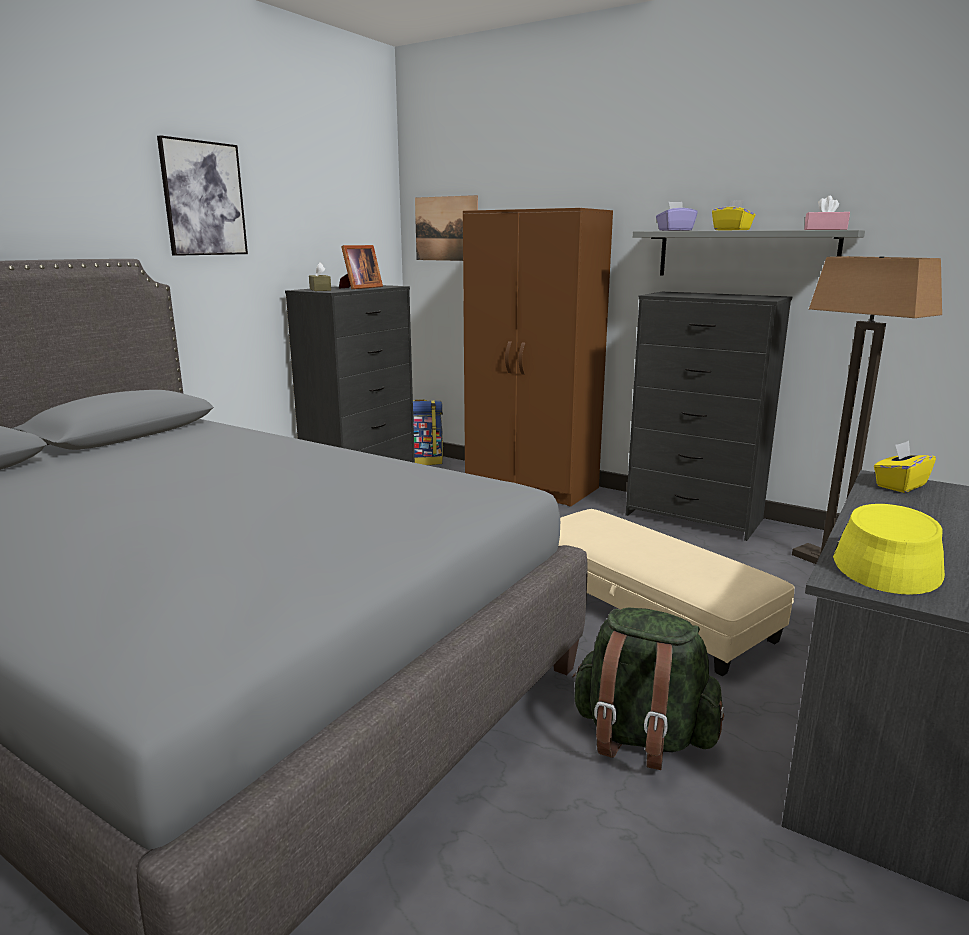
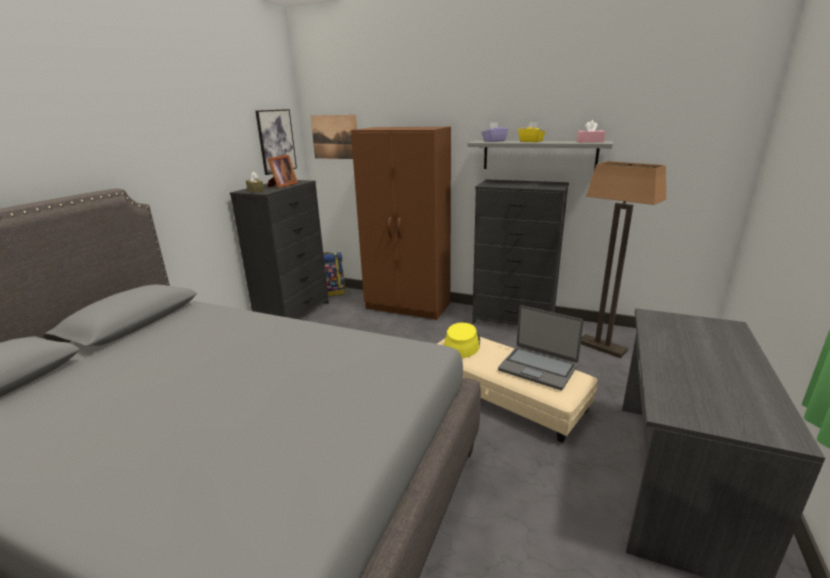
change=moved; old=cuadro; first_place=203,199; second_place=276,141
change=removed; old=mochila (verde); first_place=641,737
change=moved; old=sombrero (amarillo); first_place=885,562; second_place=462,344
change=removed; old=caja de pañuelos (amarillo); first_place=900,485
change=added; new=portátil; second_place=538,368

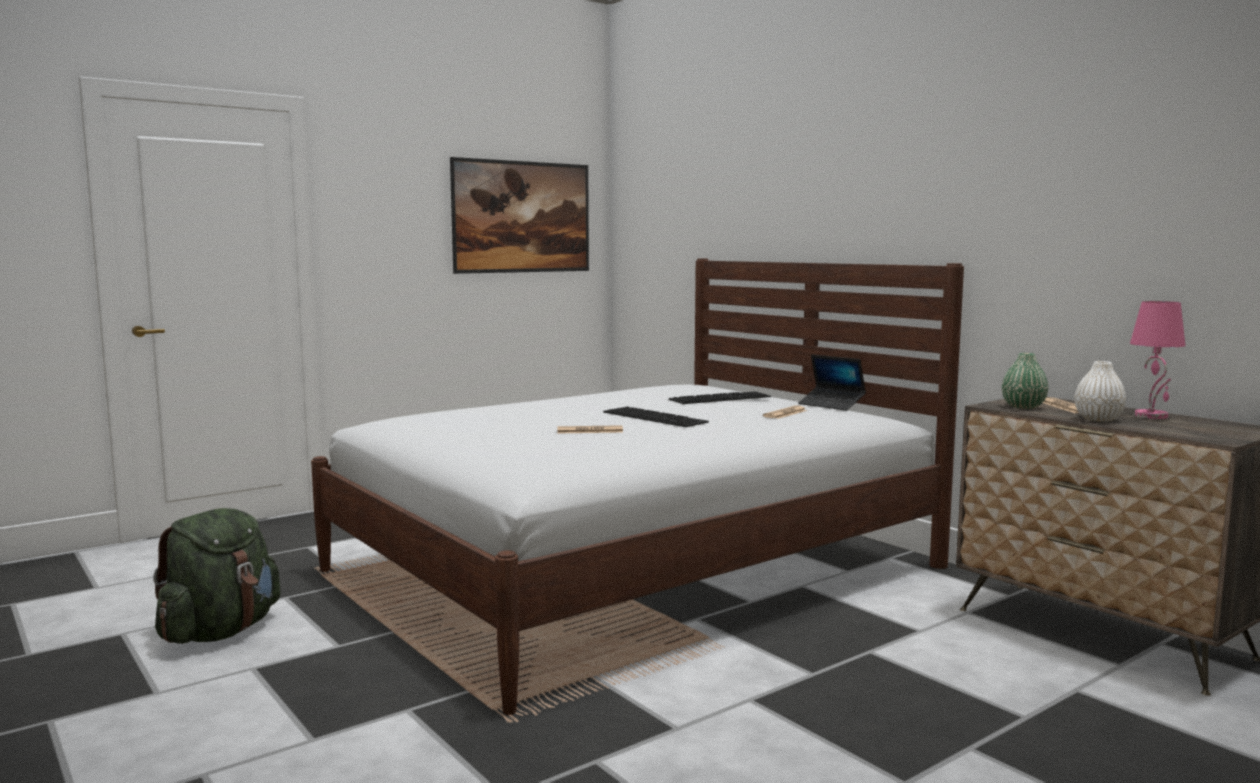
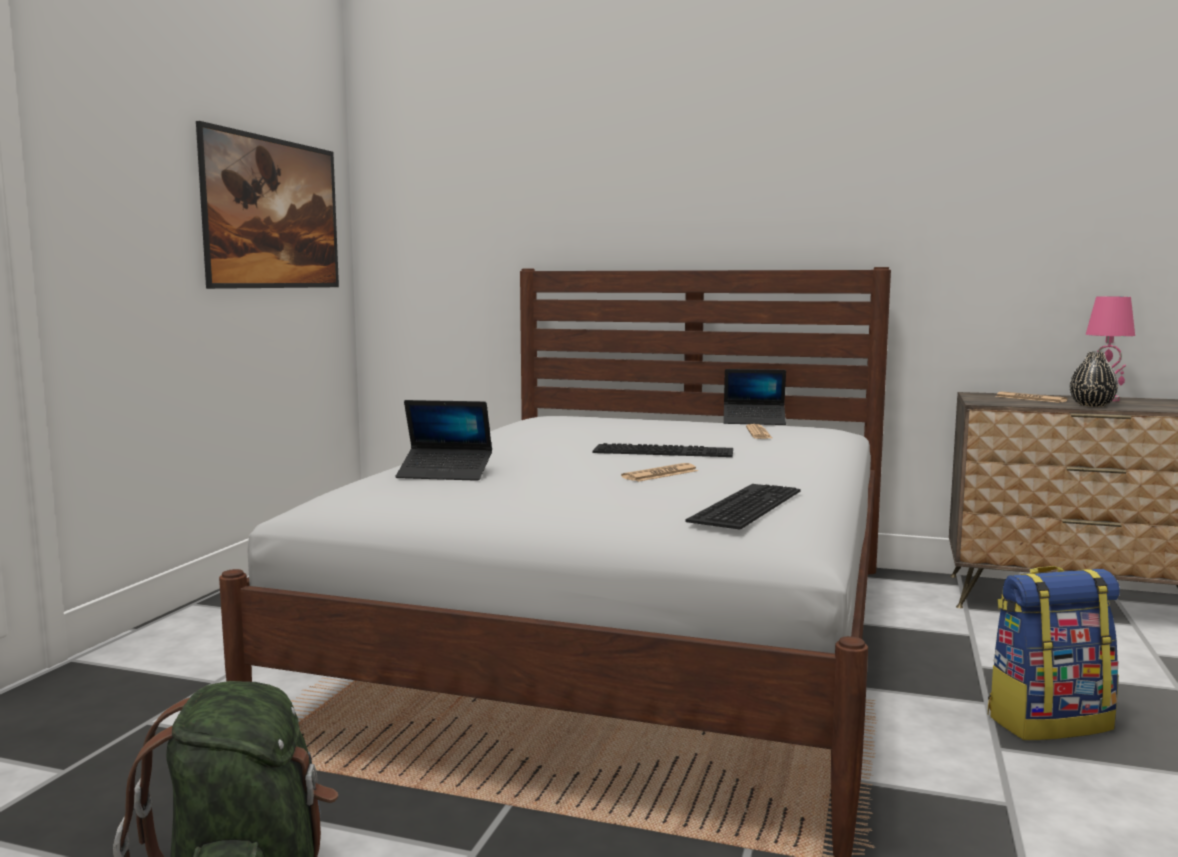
change=moved; old=teclado; first_place=720,397; second_place=744,504
change=removed; old=florero (verde); first_place=1023,407
change=recoloured; old=florero (blanco); new=florero (negro); first_place=1098,419; second_place=1091,405
change=added; new=portátil; second_place=445,474
change=added; new=mochila; second_place=1048,721

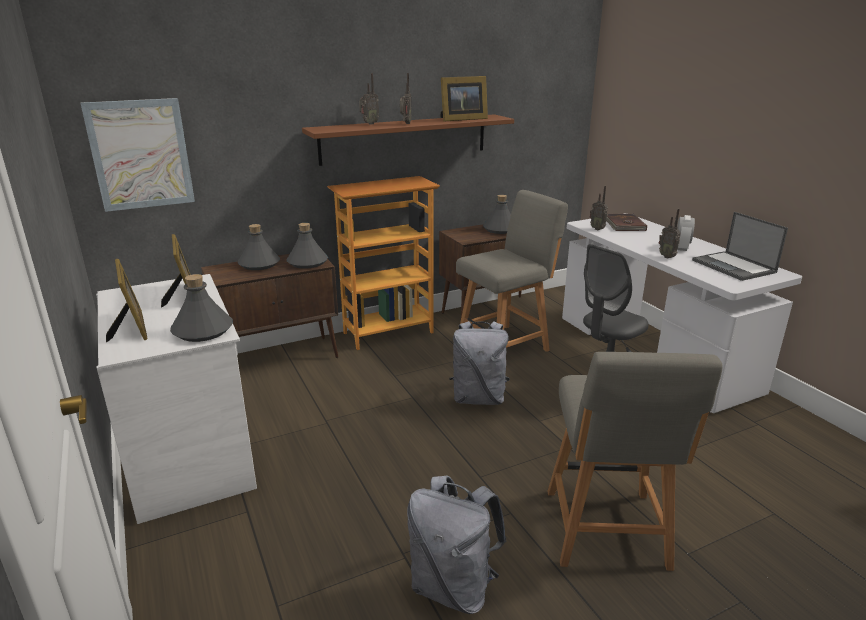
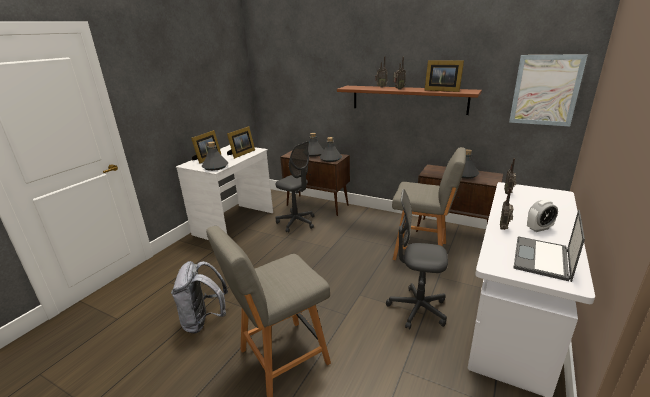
change=moved; old=cuadro; first_place=141,154; second_place=545,90
change=removed; old=estantería; first_place=388,332
change=removed; old=mochila (gris); first_place=478,398
change=removed; old=libro (marrón); first_place=624,224
change=added; new=silla de oficina (gris); second_place=296,222

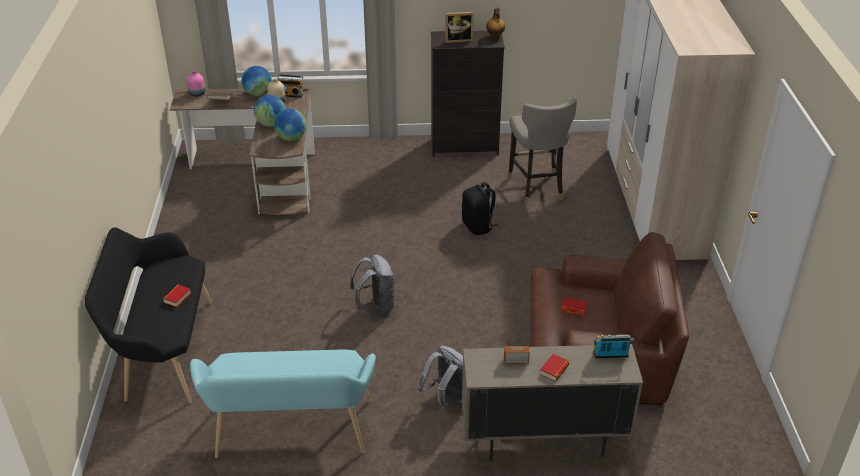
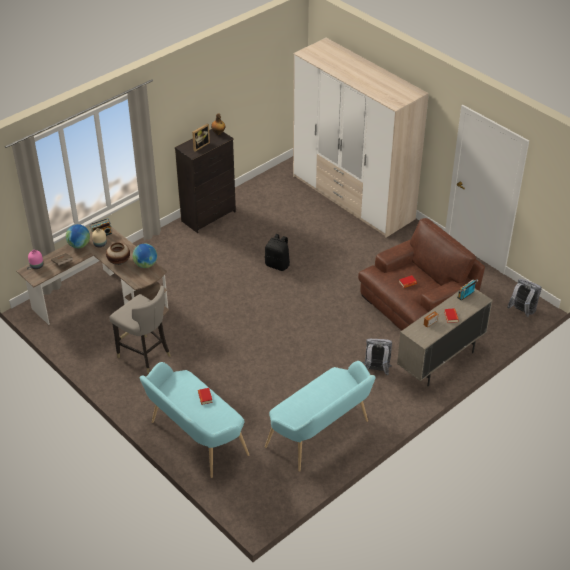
change=recoloured; old=banco (negro); new=banco (turquesa); first_place=163,351; second_place=194,440
change=replaced; old=globo terráqueo; new=florero; first_place=271,124; second_place=119,261
change=moved; old=mochila (gris); first_place=375,306; second_place=522,311
change=moved; old=taburete (gris); first_place=537,188; second_place=145,355

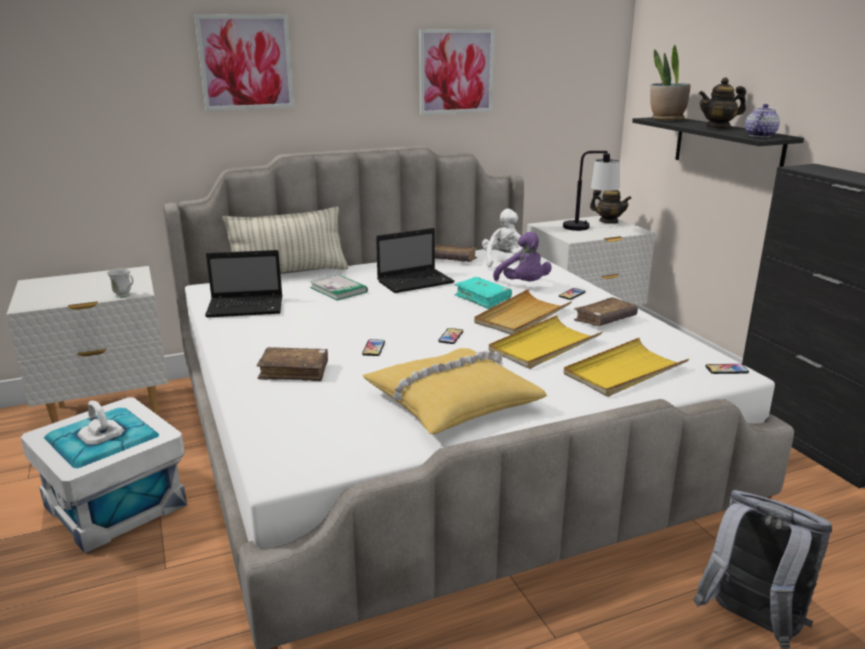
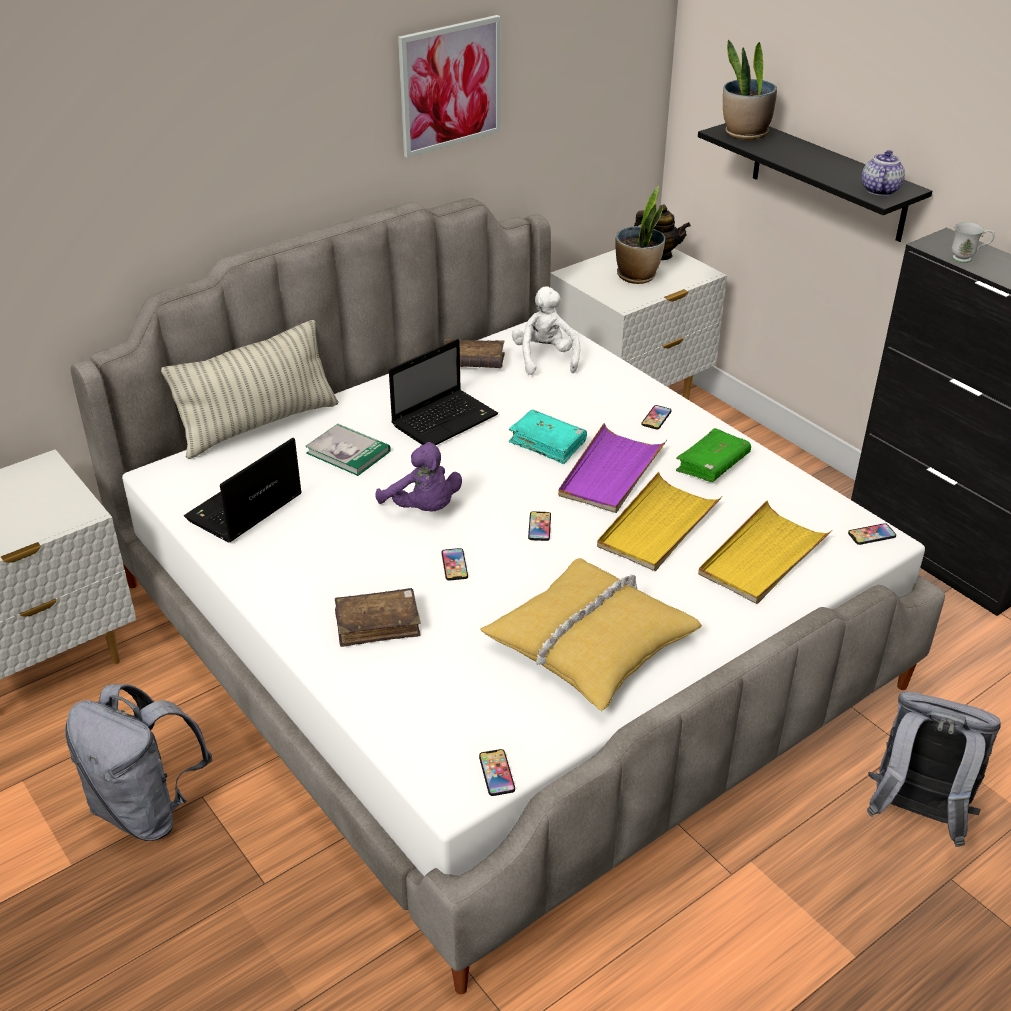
change=replaced; old=caja de almacenaje (blanco); new=mochila (gris); first_place=116,505; second_place=148,809
change=moved; old=taza grande (blanco); first_place=125,296; second_place=967,259
change=removed; old=cuadro; first_place=245,62
change=turned; old=portátil; first_place=247,307; second_place=243,509; degrees=150
change=recoloured; old=bandeja (beis); new=bandeja (morado); first_place=522,316; second_place=611,473
change=moved; old=peluche (morado); first_place=523,285; second_place=423,509
change=replaced; old=lámpara de mesa; new=planta en maceta; first_place=588,229; second_place=637,276
change=recoloured; old=libro (marrón); new=libro (verde); first_place=605,320; second_place=712,464
change=removed; old=tetera; first_place=718,127
change=added; new=móvil; second_place=496,773

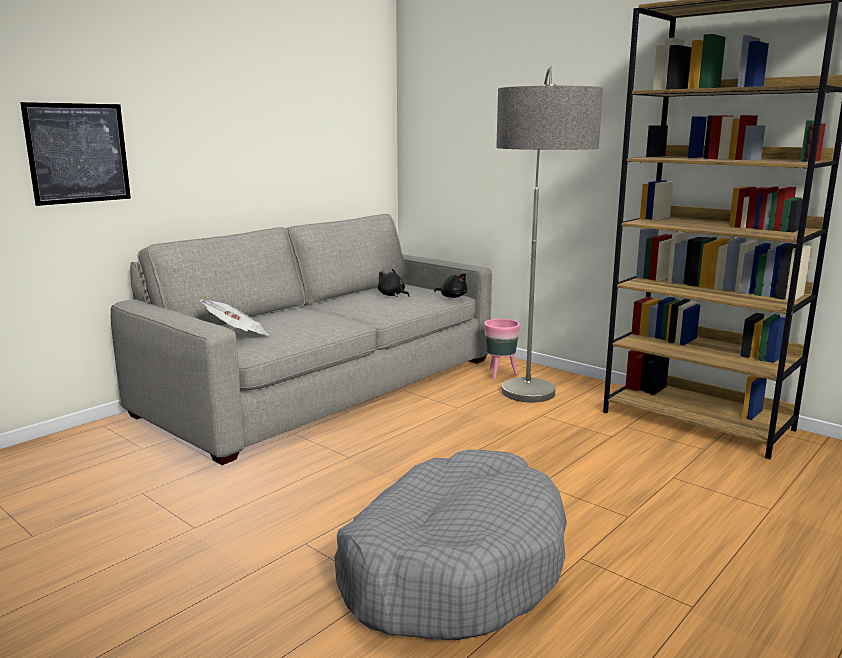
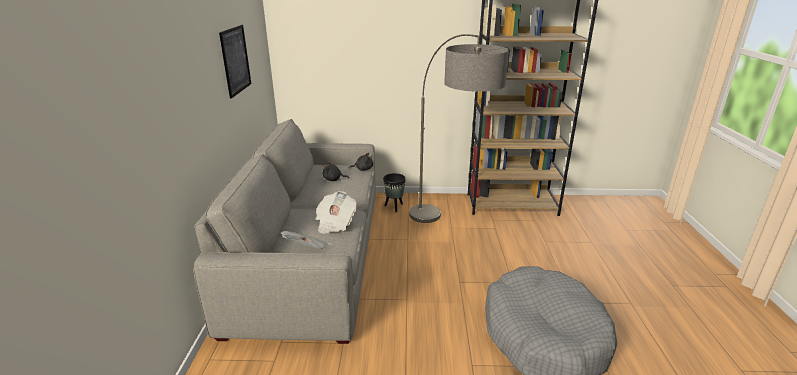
change=moved; old=cuadro; first_place=78,153; second_place=235,60
change=recoloured; old=maceta (rosa); new=maceta (negro); first_place=500,374; second_place=394,207
change=added; new=periódico; second_place=335,223

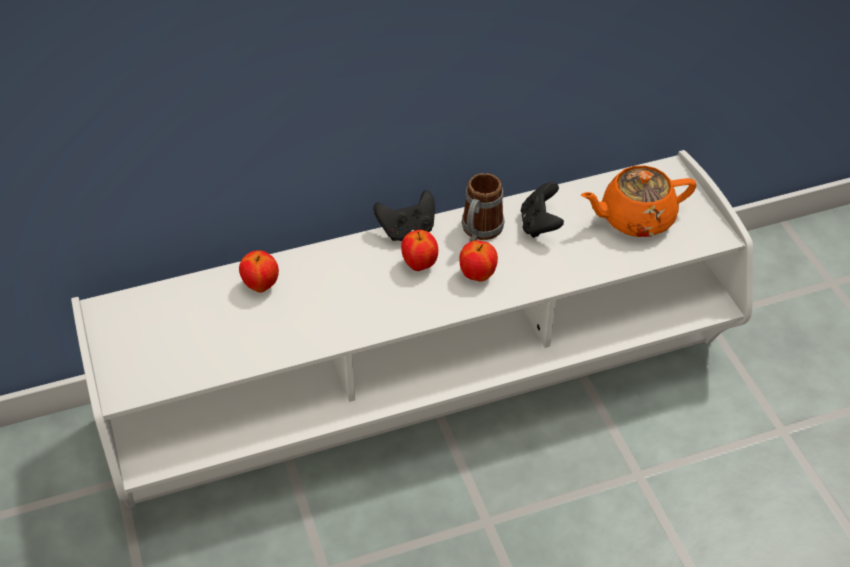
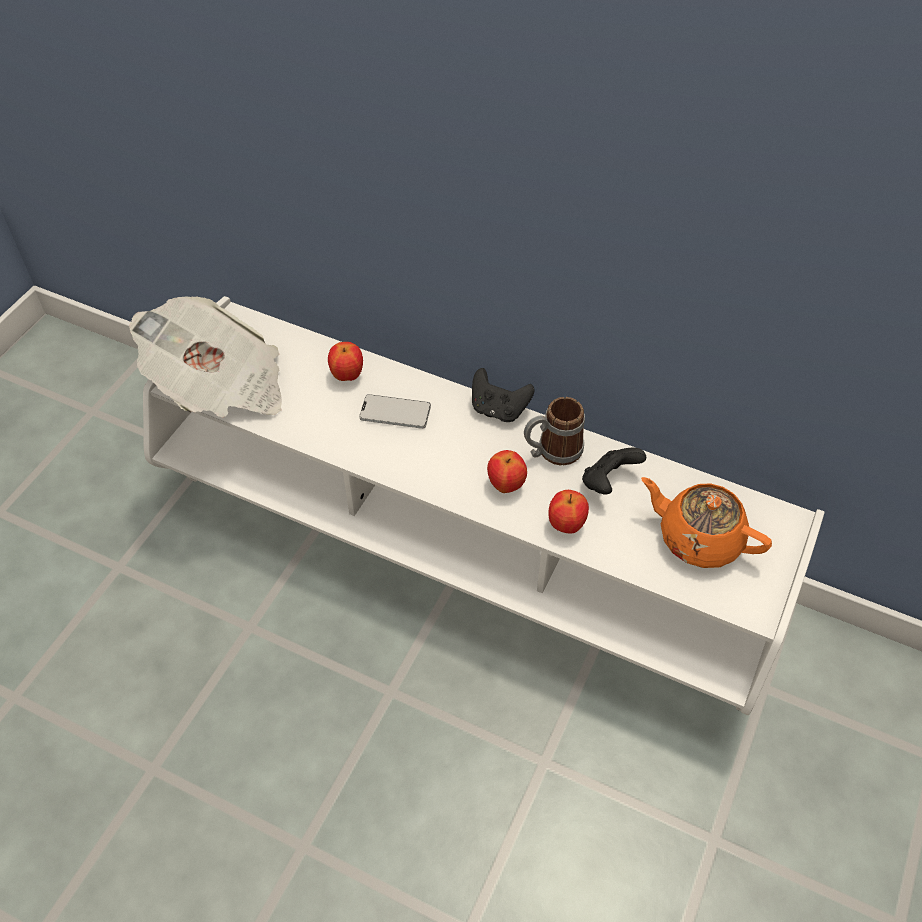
change=moved; old=manzana; first_place=419,265; second_place=566,525
change=added; new=periódico; second_place=220,386
change=added; new=móvil; second_place=395,412

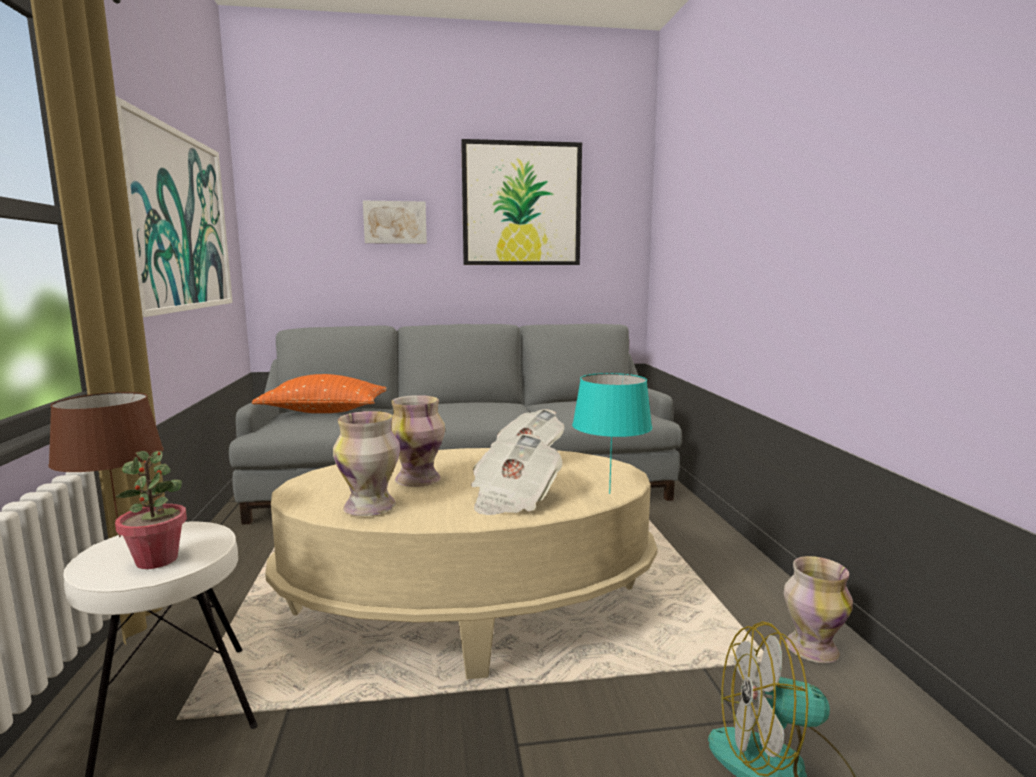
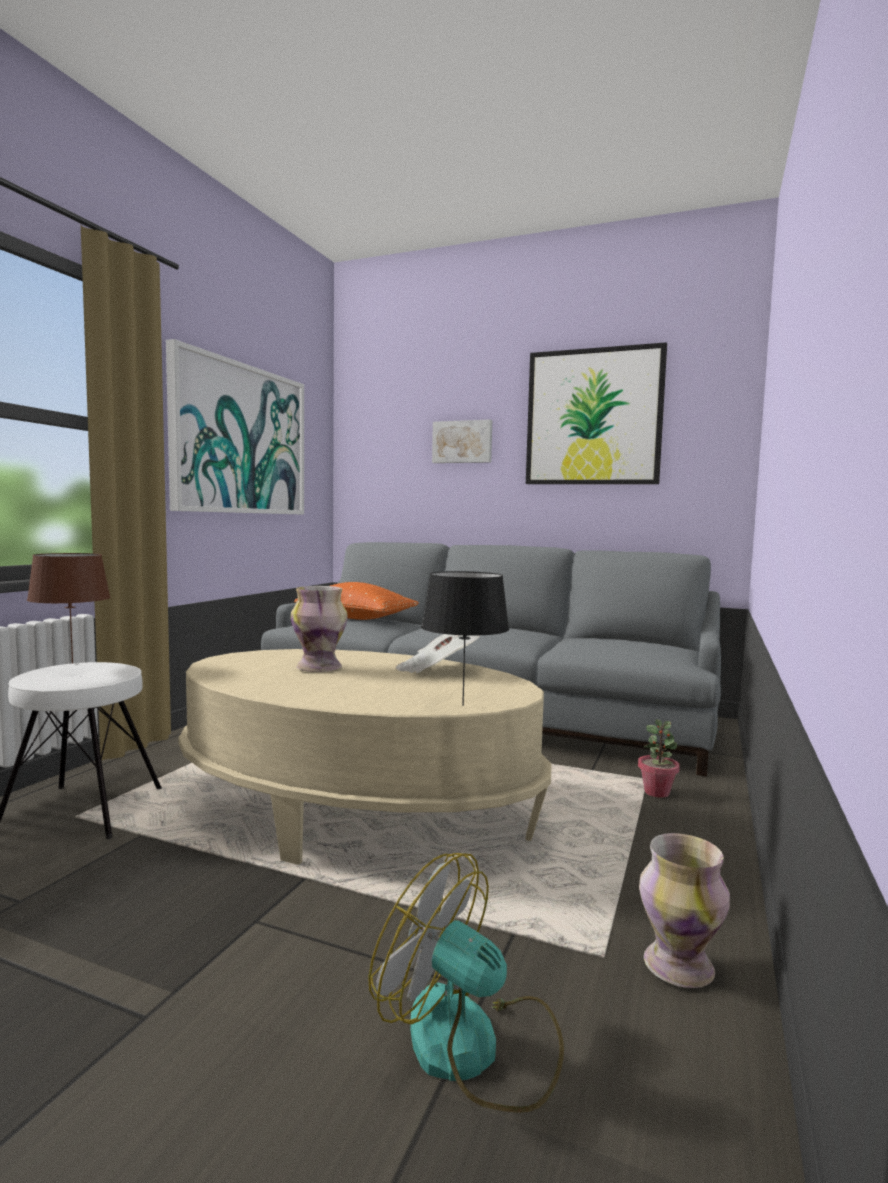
change=moved; old=planta en maceta; first_place=157,560; second_place=657,792
change=removed; old=florero; first_place=369,508
change=removed; old=periódico; first_place=512,499
change=recoloured; old=lámpara de mesa (turquesa); new=lámpara de mesa (negro); first_place=609,493; second_place=463,705

